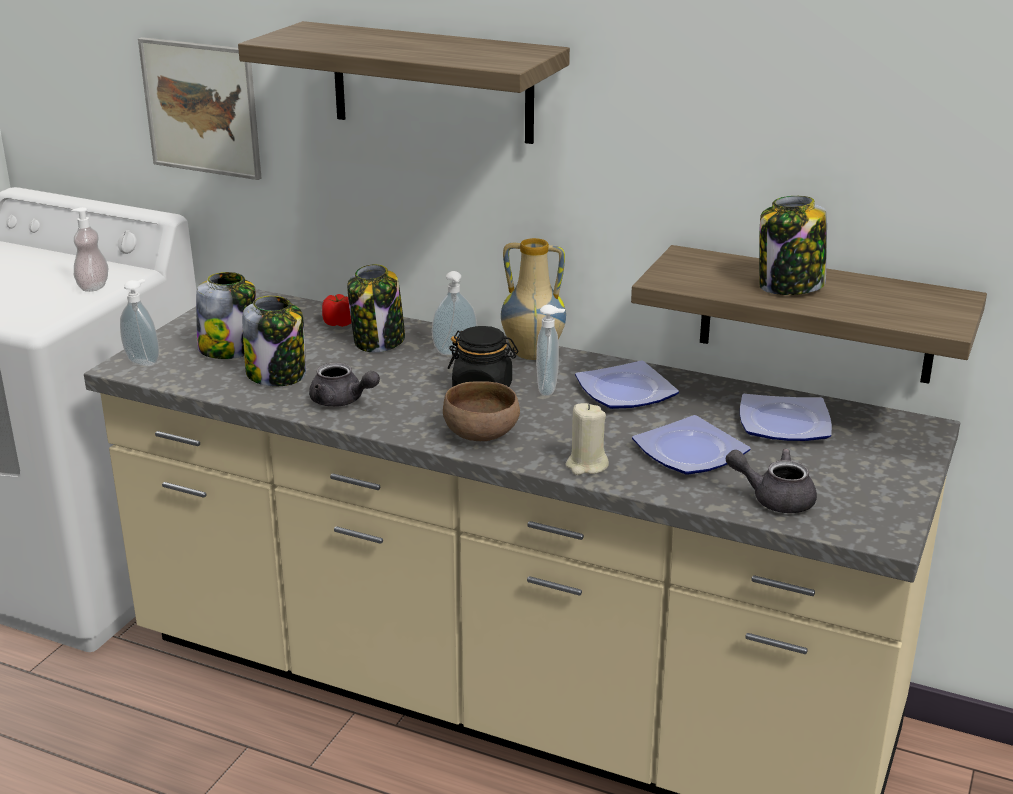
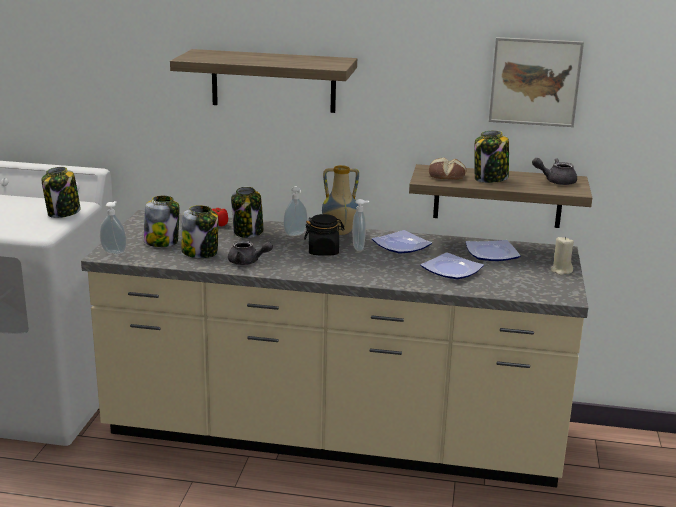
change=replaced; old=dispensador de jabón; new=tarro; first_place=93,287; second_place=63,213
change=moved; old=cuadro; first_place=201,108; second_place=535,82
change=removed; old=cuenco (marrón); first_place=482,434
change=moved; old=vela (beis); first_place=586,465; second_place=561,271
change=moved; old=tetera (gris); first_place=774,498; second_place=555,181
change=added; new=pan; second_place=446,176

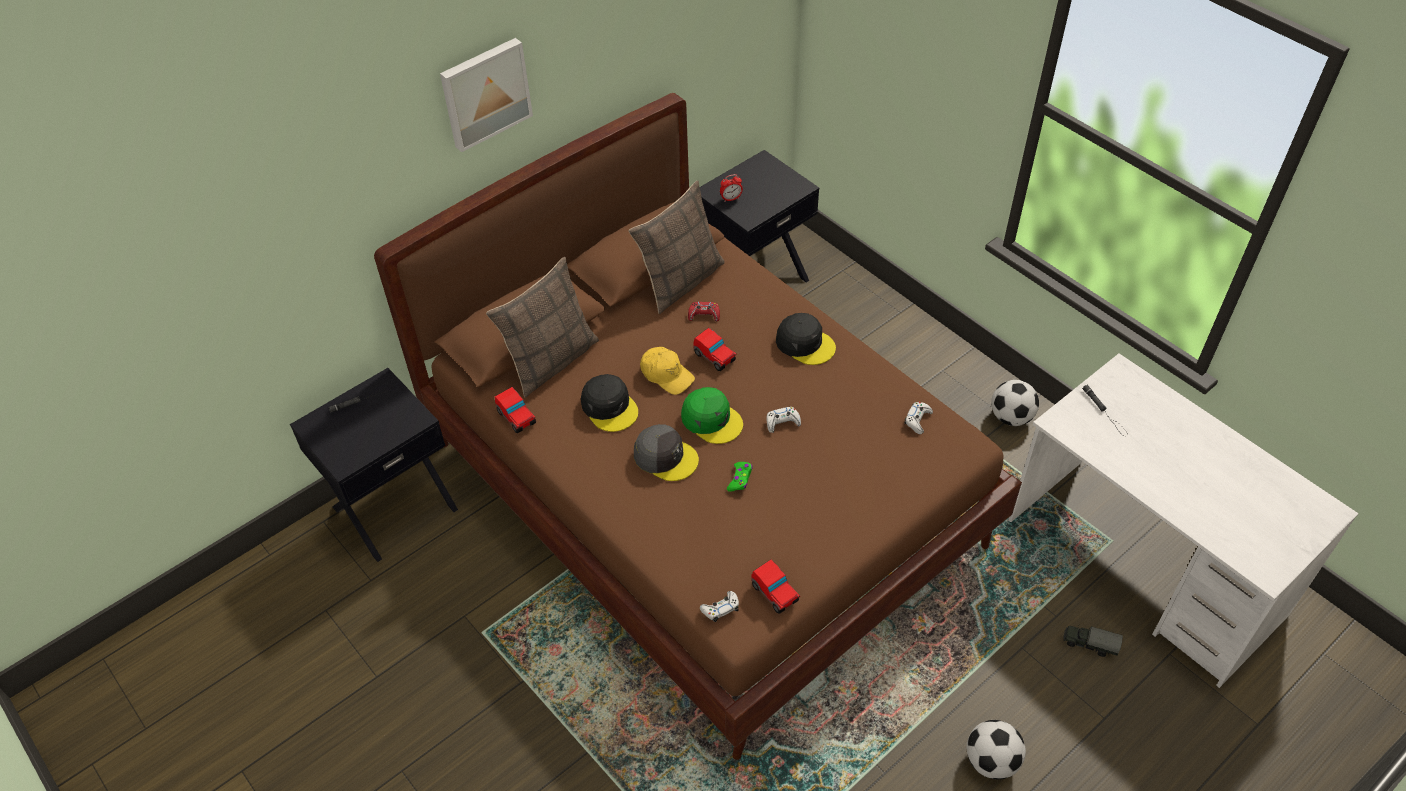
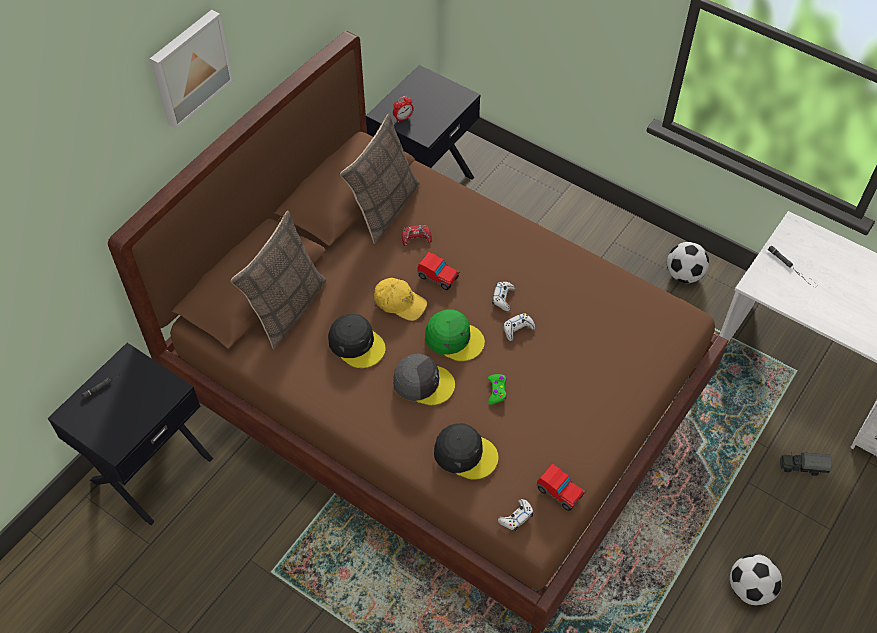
change=removed; old=coche de juguete; first_place=517,418
change=moved; old=gorra (negro); first_place=805,343; second_place=465,454
change=moved; old=mando de consola (blanco); first_place=917,420; second_place=503,298

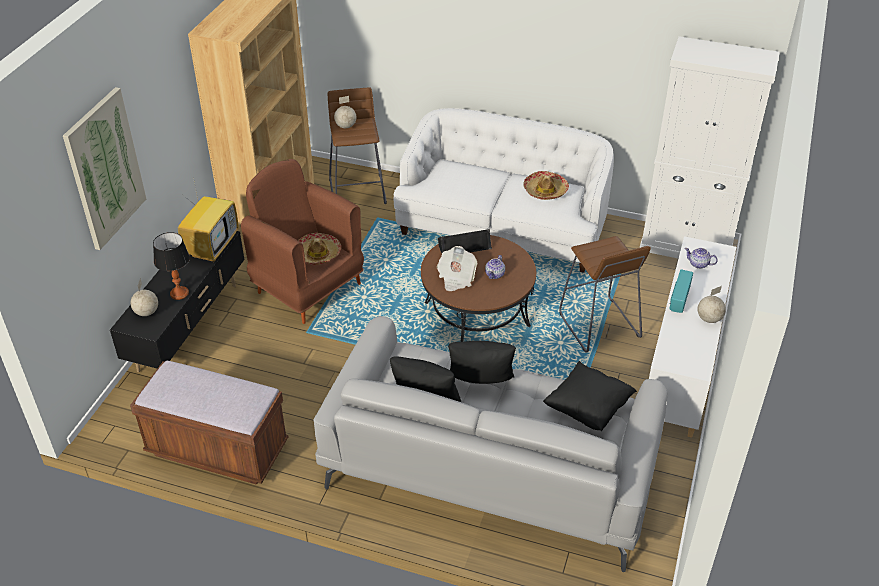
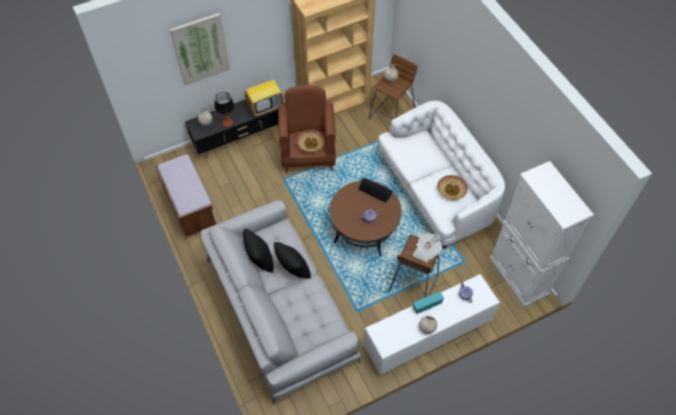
change=moved; old=periódico; first_place=456,278; second_place=426,251
change=removed; old=cojín (negro); first_place=587,409

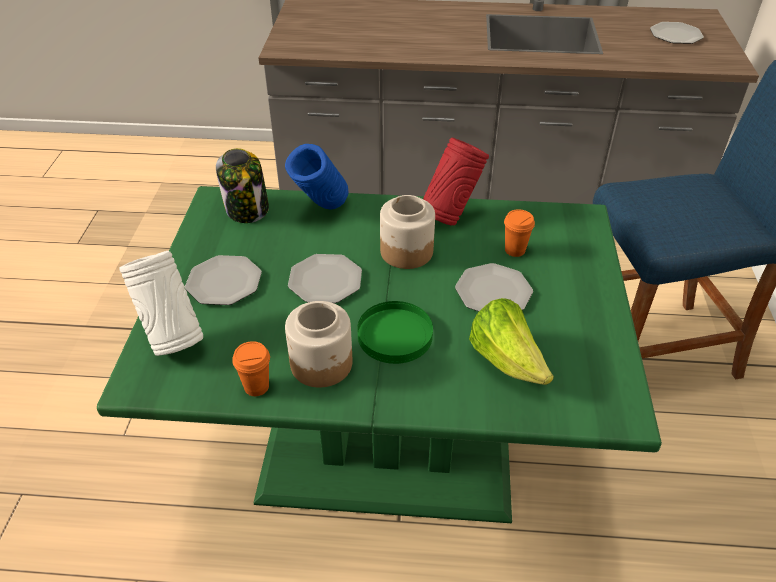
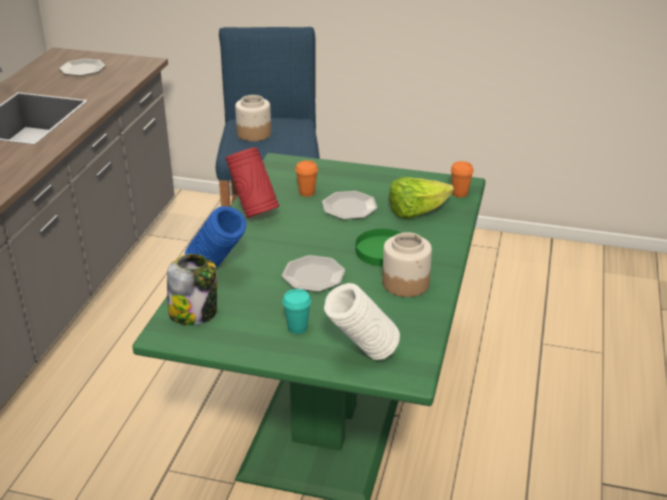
change=replaced; old=plato; new=taza (turquesa); first_place=224,282; second_place=297,328
change=moved; old=taza (naranja); first_place=256,387; second_place=460,193
change=moved; old=tarro; first_place=406,251; second_place=253,134

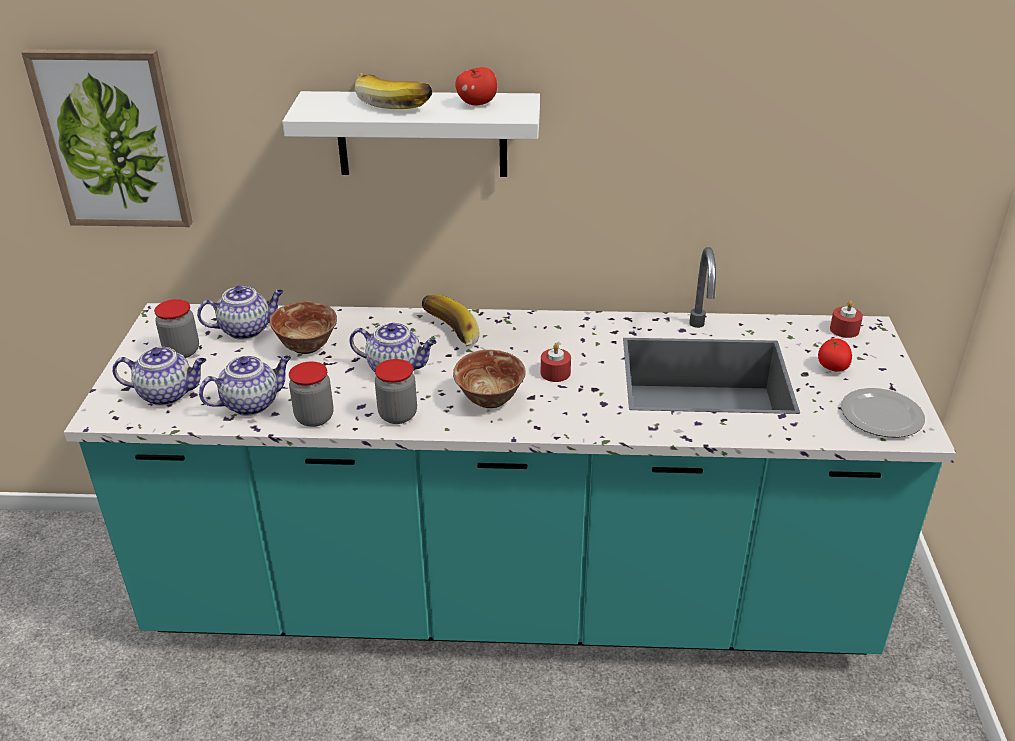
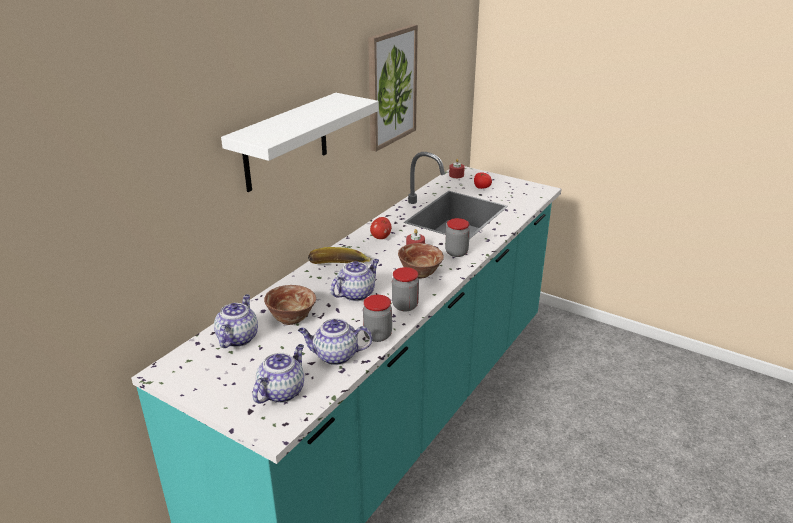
change=moved; old=cuadro; first_place=113,139; second_place=391,87
change=moved; old=tarro; first_place=182,351; second_place=456,252
change=turned; old=tetera; first_place=252,403; second_place=335,356; degrees=-90
change=removed; old=plátano; first_place=394,102
change=moved; old=manzana; first_place=477,103; second_place=380,237
change=removed; old=plato; first_place=882,415

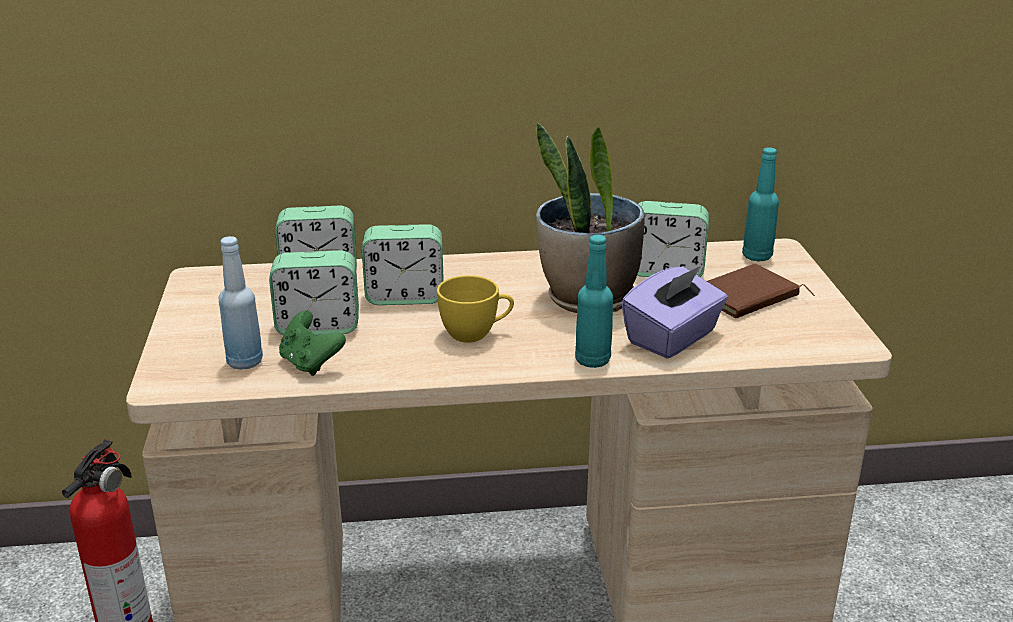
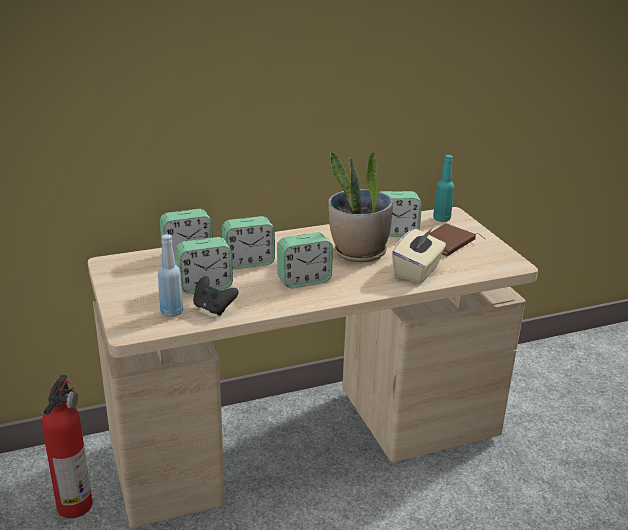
change=recoloured; old=mando de consola (verde); new=mando de consola (negro); first_place=310,363; second_place=213,308
change=replaced; old=taza (amarillo); new=despertador; first_place=476,334; second_place=304,280
change=removed; old=botella (turquesa); first_place=592,360
change=recoloured; old=caja de pañuelos (morado); new=caja de pañuelos (beis); first_place=672,338; second_place=417,271

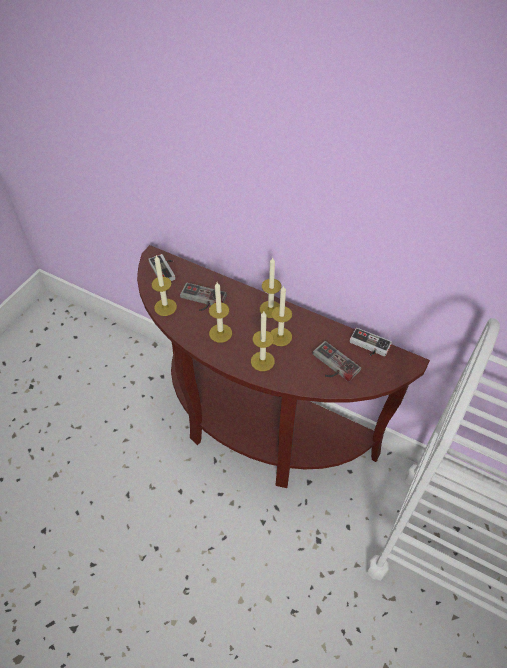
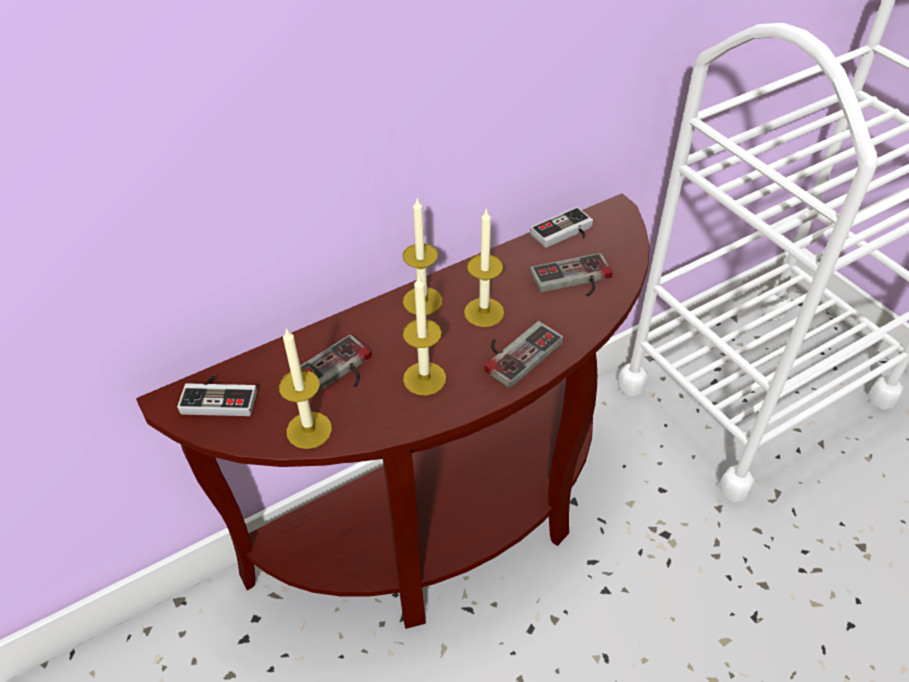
change=replaced; old=vela; new=mando de consola; first_place=262,361; second_place=516,351

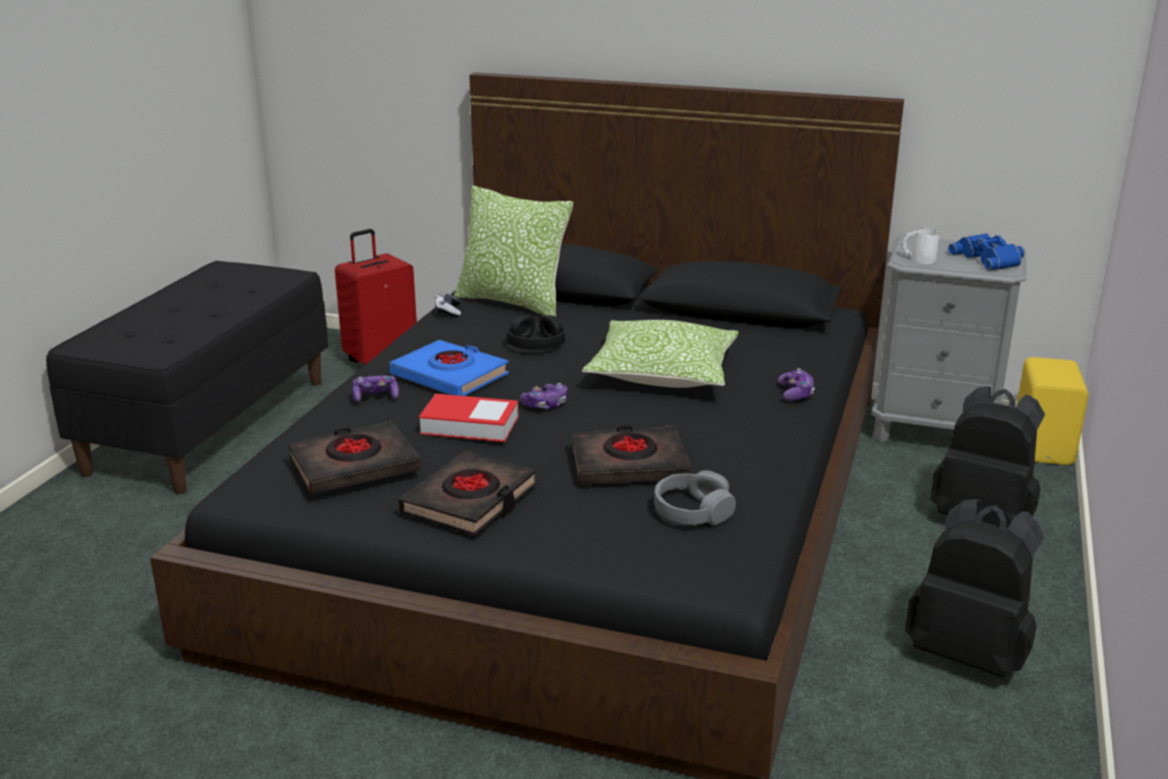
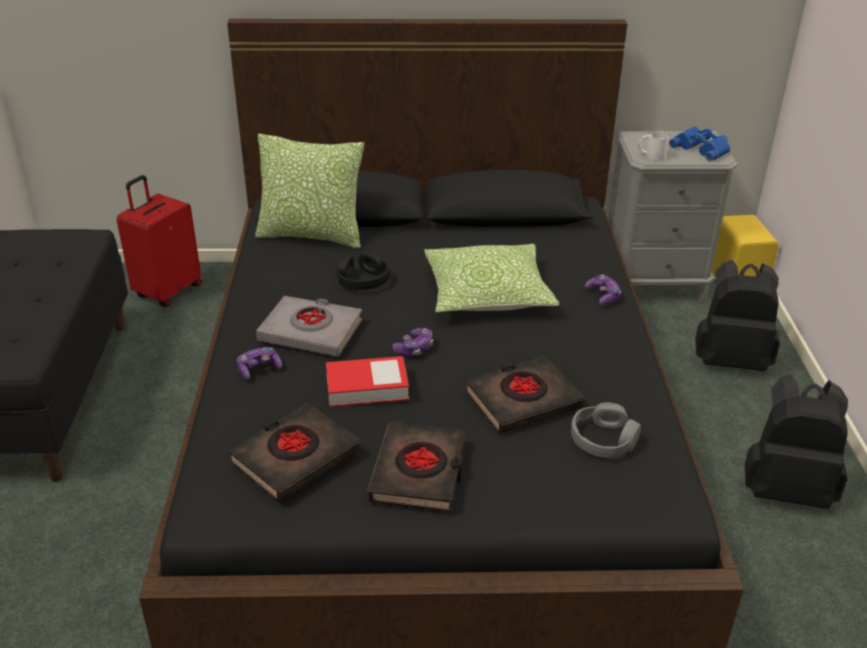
change=recoloured; old=libro (azul); new=libro (gris); first_place=450,376; second_place=311,331
change=removed; old=mando de consola; first_place=448,311

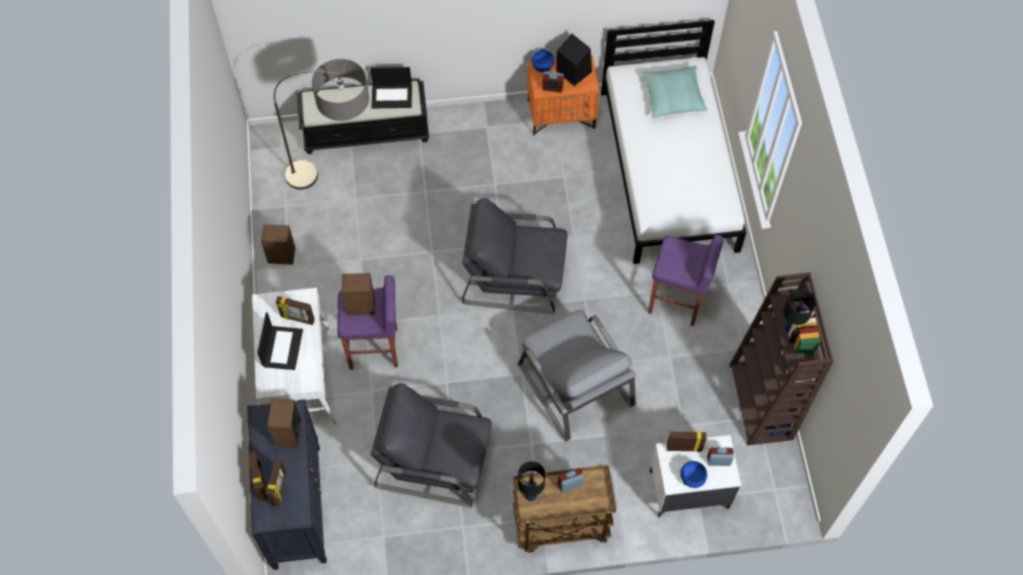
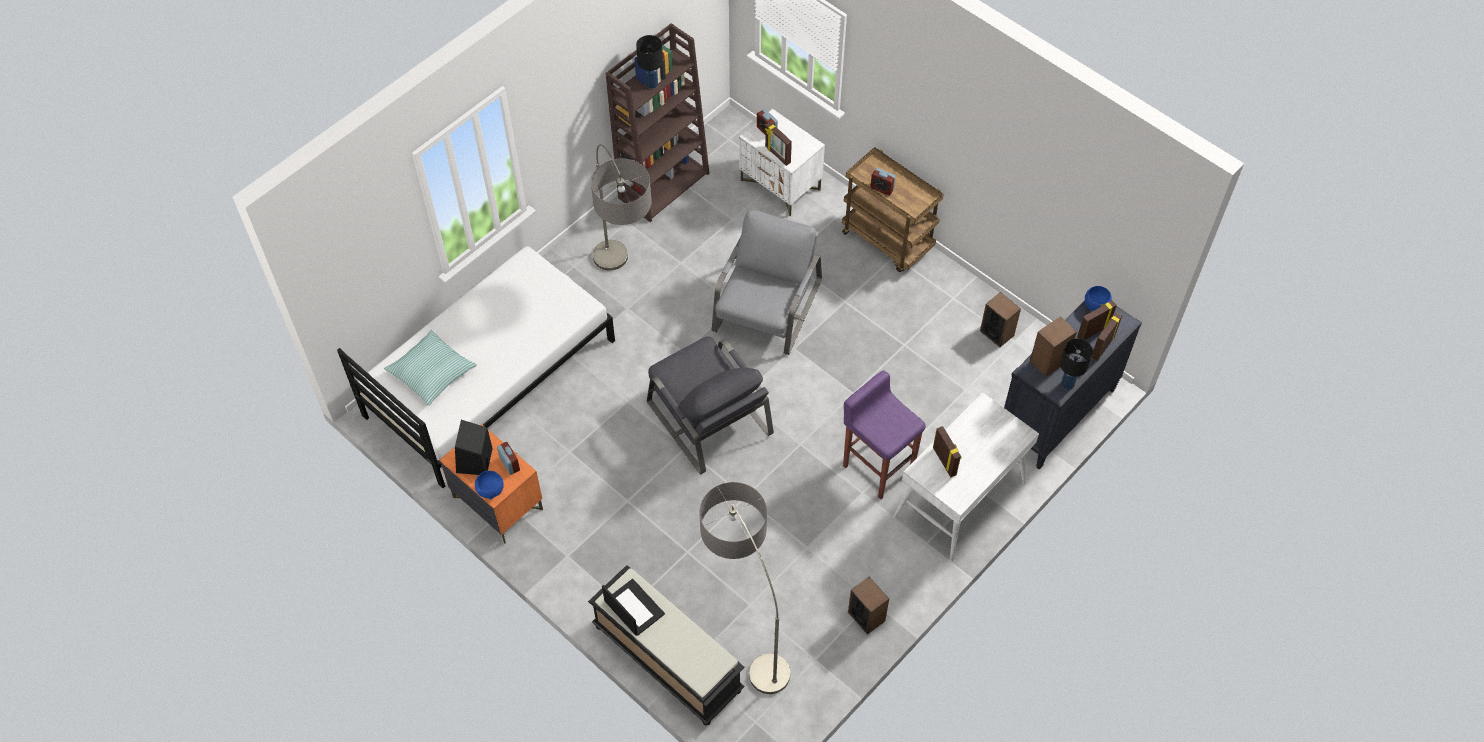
change=removed; old=portátil; first_place=282,347
change=moved; old=altavoz; first_place=360,305; second_place=997,333
change=removed; old=sillón (gris); first_place=434,459
change=moved; old=lámpara de mesa (negro); first_place=530,494; second_place=1067,384
change=replaced; old=taburete (morado); new=lámpara de pie; first_place=677,302; second_place=625,288
change=moved; old=cuenco (azul); first_place=692,478; second_place=1095,305

